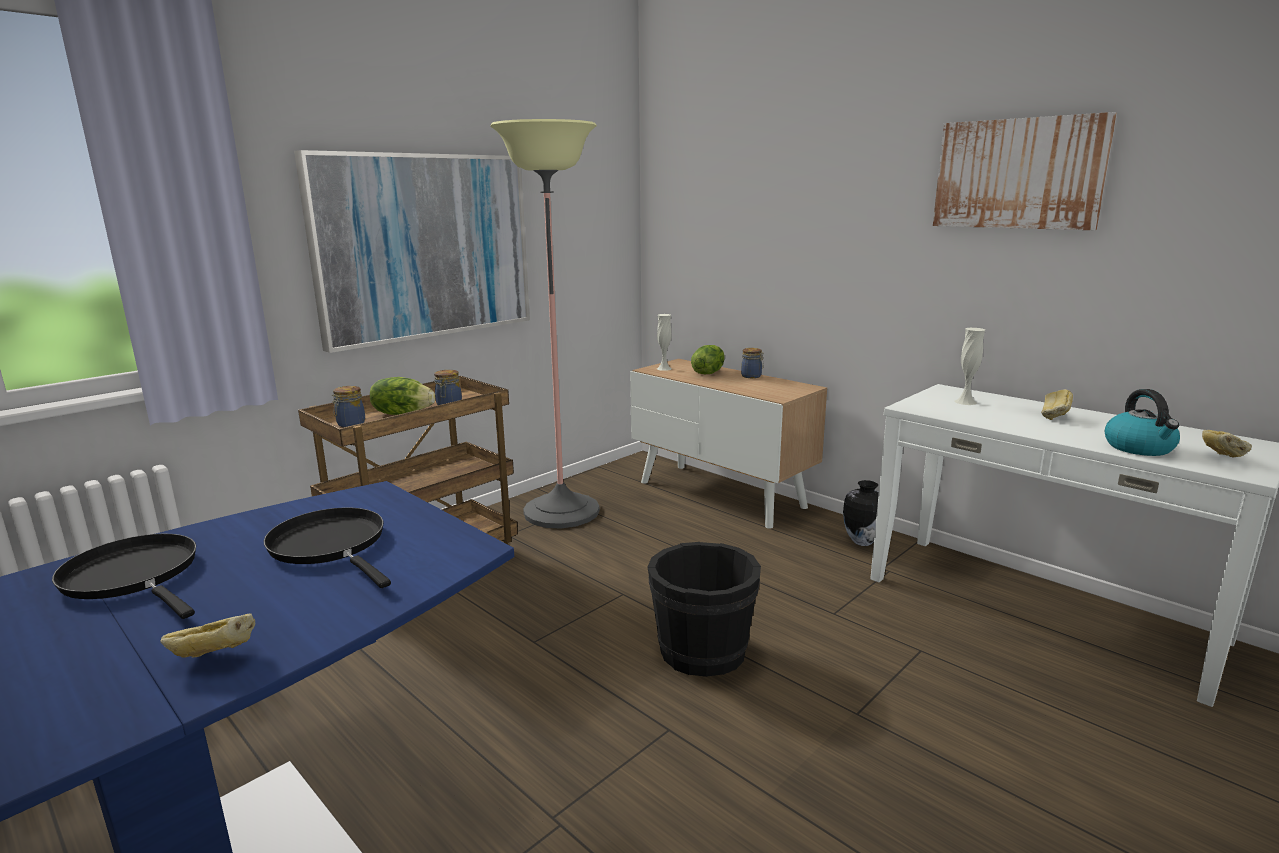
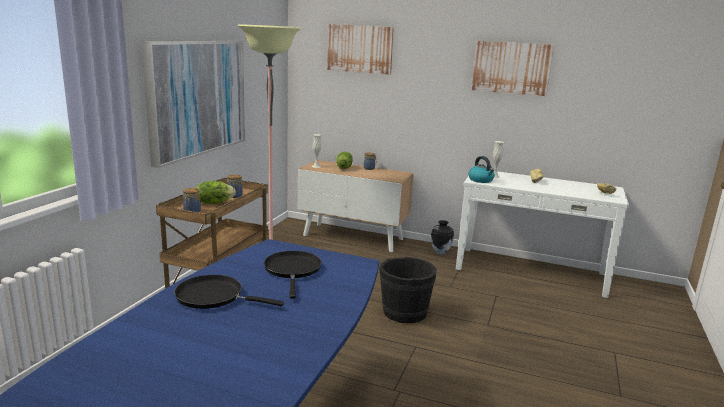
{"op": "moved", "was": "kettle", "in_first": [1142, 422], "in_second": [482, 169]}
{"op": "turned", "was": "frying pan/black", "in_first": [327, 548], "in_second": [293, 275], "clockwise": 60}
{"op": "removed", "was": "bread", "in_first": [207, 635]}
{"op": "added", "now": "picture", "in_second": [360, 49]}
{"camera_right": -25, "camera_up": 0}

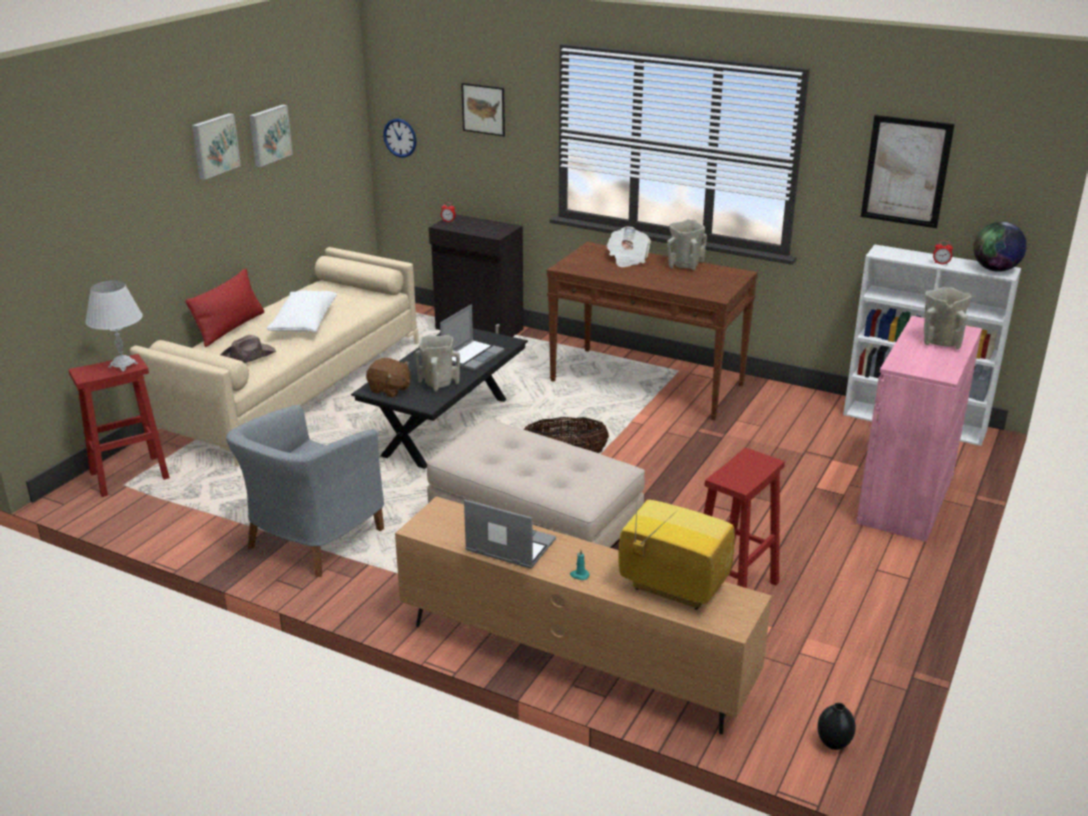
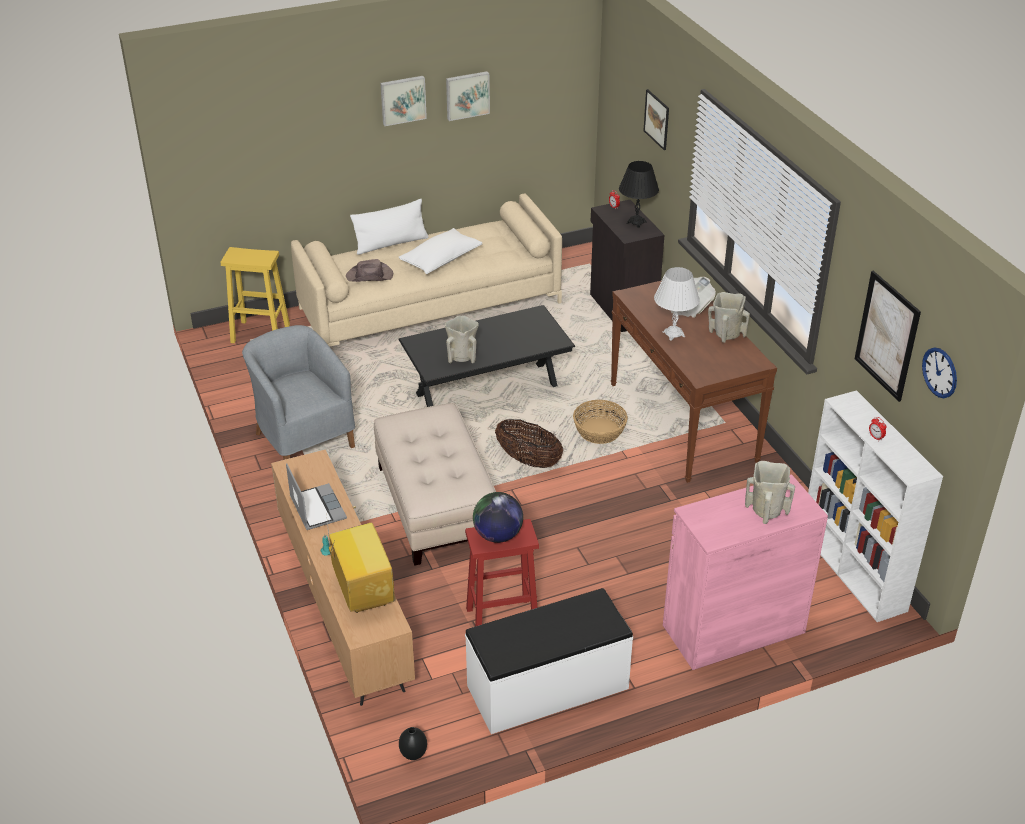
{"op": "moved", "was": "wall clock", "in_first": [400, 138], "in_second": [939, 373]}
{"op": "moved", "was": "globe", "in_first": [1000, 247], "in_second": [498, 517]}
{"op": "recoloured", "was": "pillow/red", "now": "pillow/white", "in_first": [224, 307], "in_second": [389, 227]}
{"op": "moved", "was": "table lamp/white", "in_first": [114, 326], "in_second": [677, 304]}
{"op": "removed", "was": "laptop", "in_first": [472, 337]}
{"op": "recoloured", "was": "stool/red", "now": "stool/yellow", "in_first": [119, 425], "in_second": [255, 295]}
{"op": "removed", "was": "plush toy/brown", "in_first": [388, 378]}
{"op": "turned", "was": "armchair/grey", "in_first": [305, 490], "in_second": [298, 392], "clockwise": 75}
{"op": "added", "now": "table lamp/black", "in_second": [639, 194]}
{"op": "added", "now": "basket", "in_second": [600, 422]}
{"op": "added", "now": "bench/white", "in_second": [549, 661]}
{"camera_right": 40, "camera_up": 10}

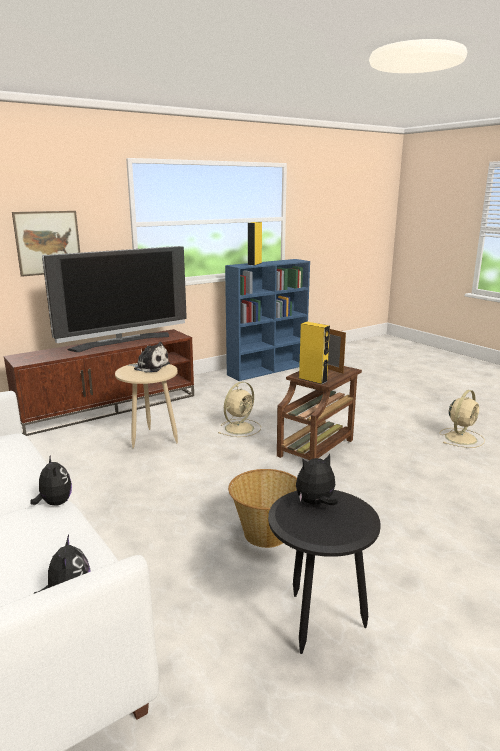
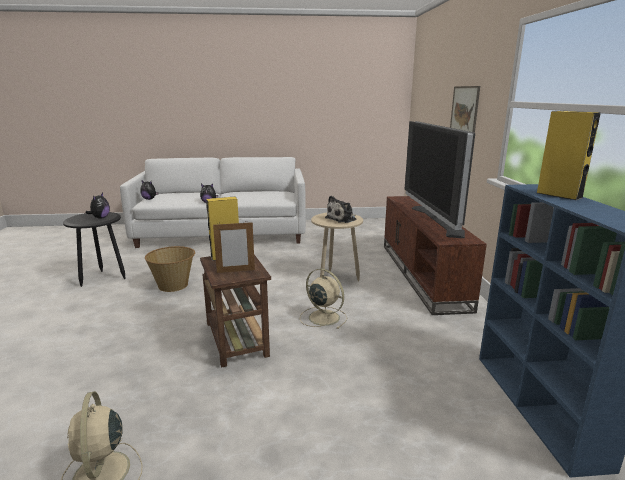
{"op": "turned", "was": "fan/beige", "in_first": [239, 409], "in_second": [323, 298], "clockwise": 150}
{"camera_right": 120, "camera_up": 0}

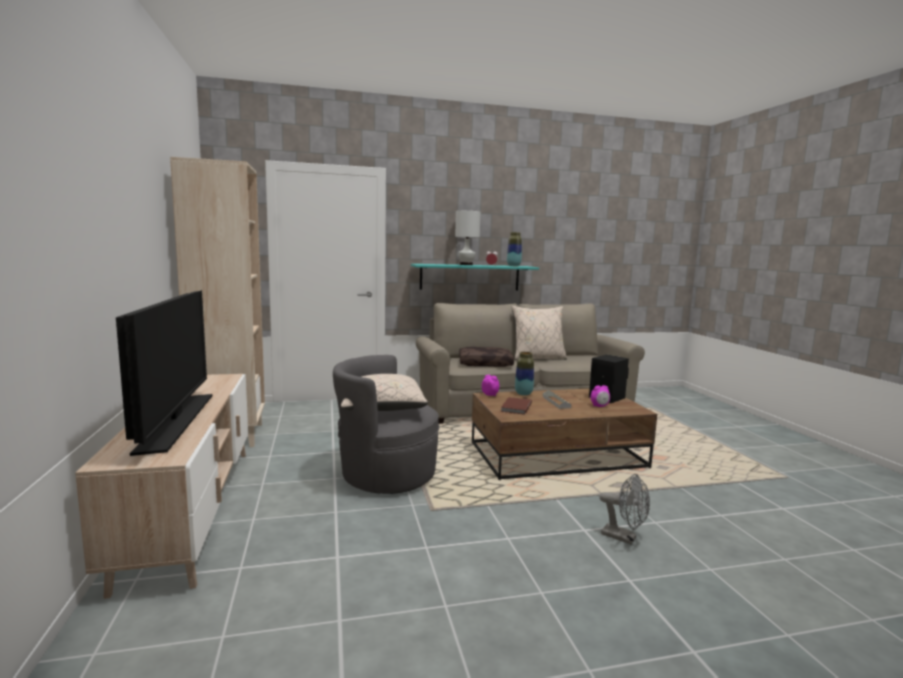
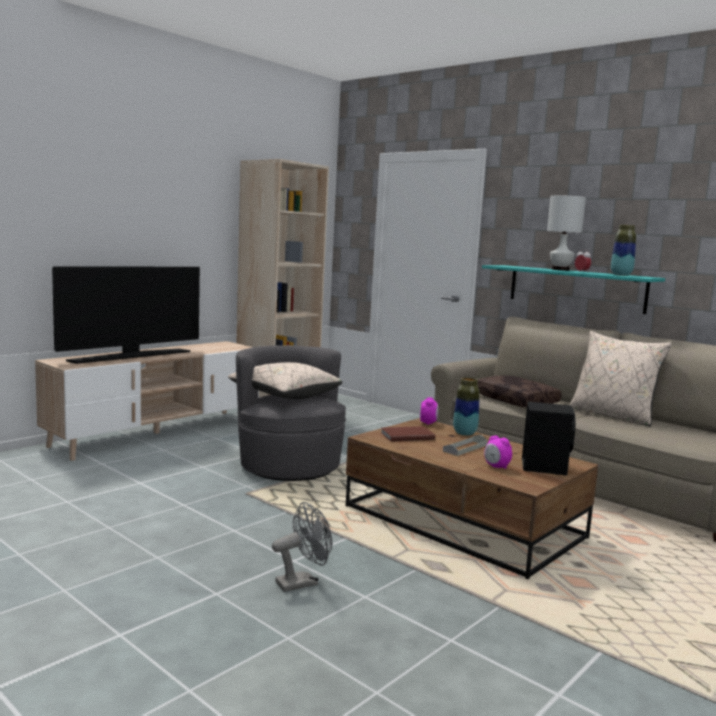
{"op": "turned", "was": "fan/grey", "in_first": [624, 509], "in_second": [302, 547], "clockwise": -120}
{"camera_right": 55, "camera_up": 0}

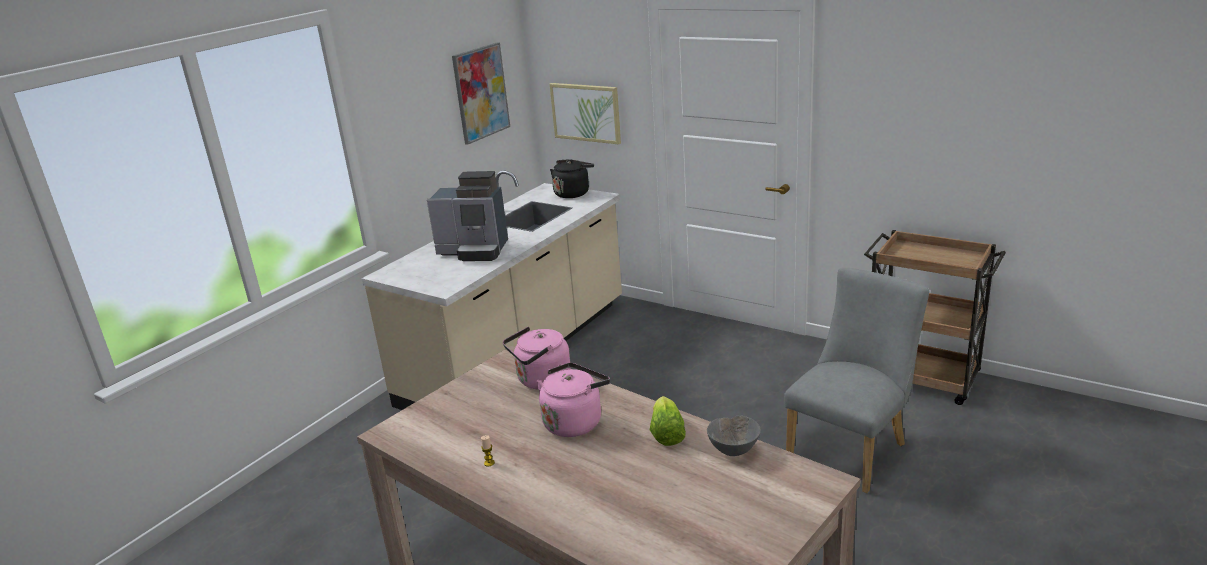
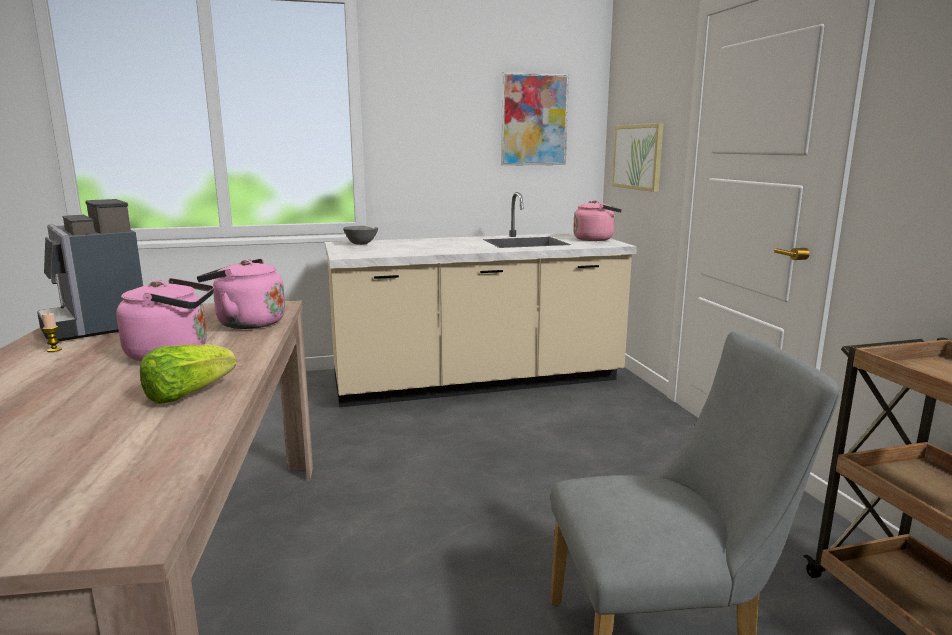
{"op": "recoloured", "was": "kettle/black", "now": "kettle/pink", "in_first": [572, 178], "in_second": [597, 220]}
{"op": "moved", "was": "coffee machine", "in_first": [467, 216], "in_second": [90, 270]}
{"op": "moved", "was": "bowl/grey", "in_first": [734, 435], "in_second": [360, 235]}
{"camera_right": 40, "camera_up": -10}

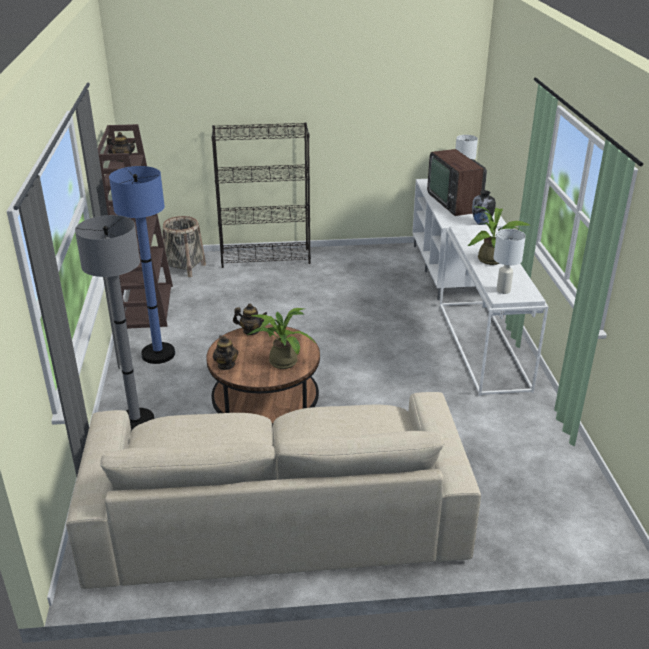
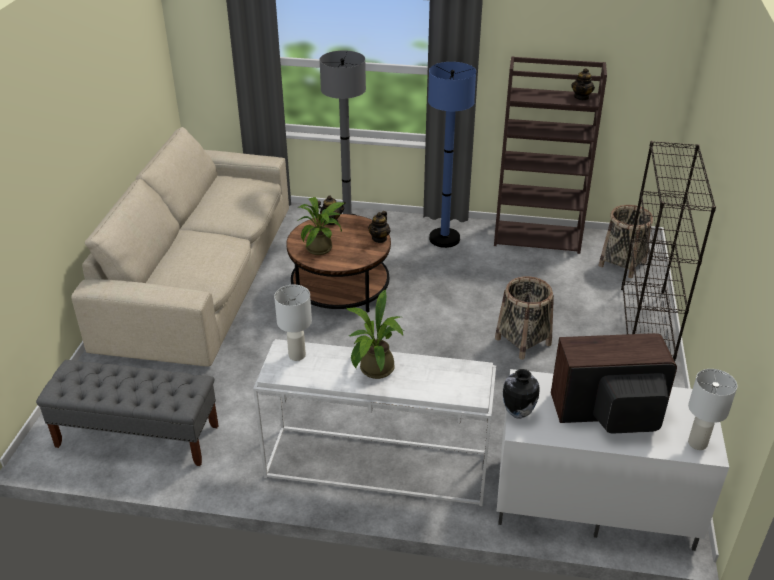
{"op": "added", "now": "basket", "in_second": [524, 318]}
{"op": "added", "now": "bench/grey", "in_second": [127, 413]}
{"camera_right": 105, "camera_up": 5}

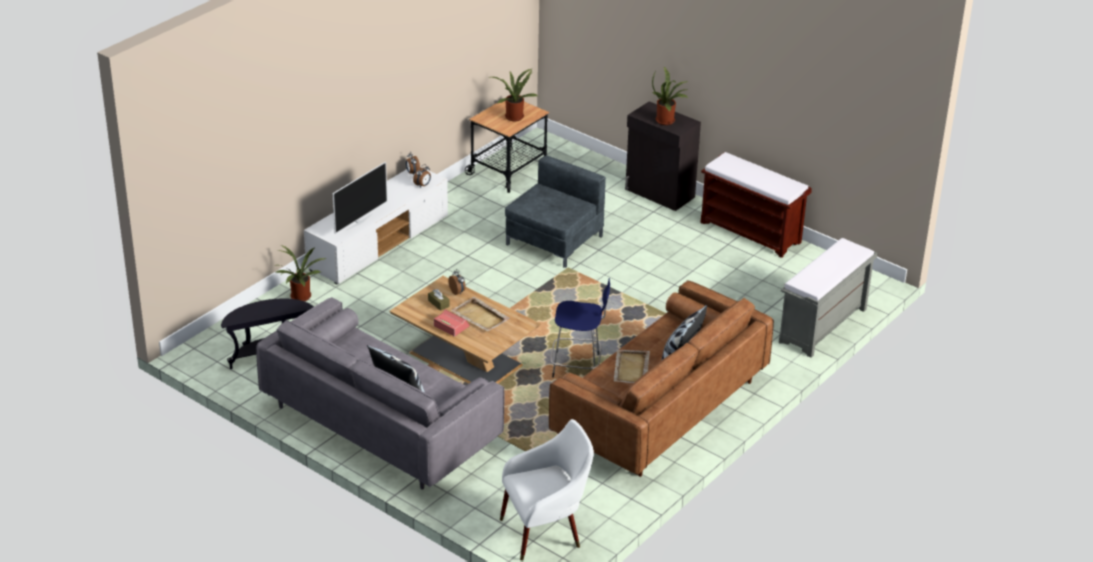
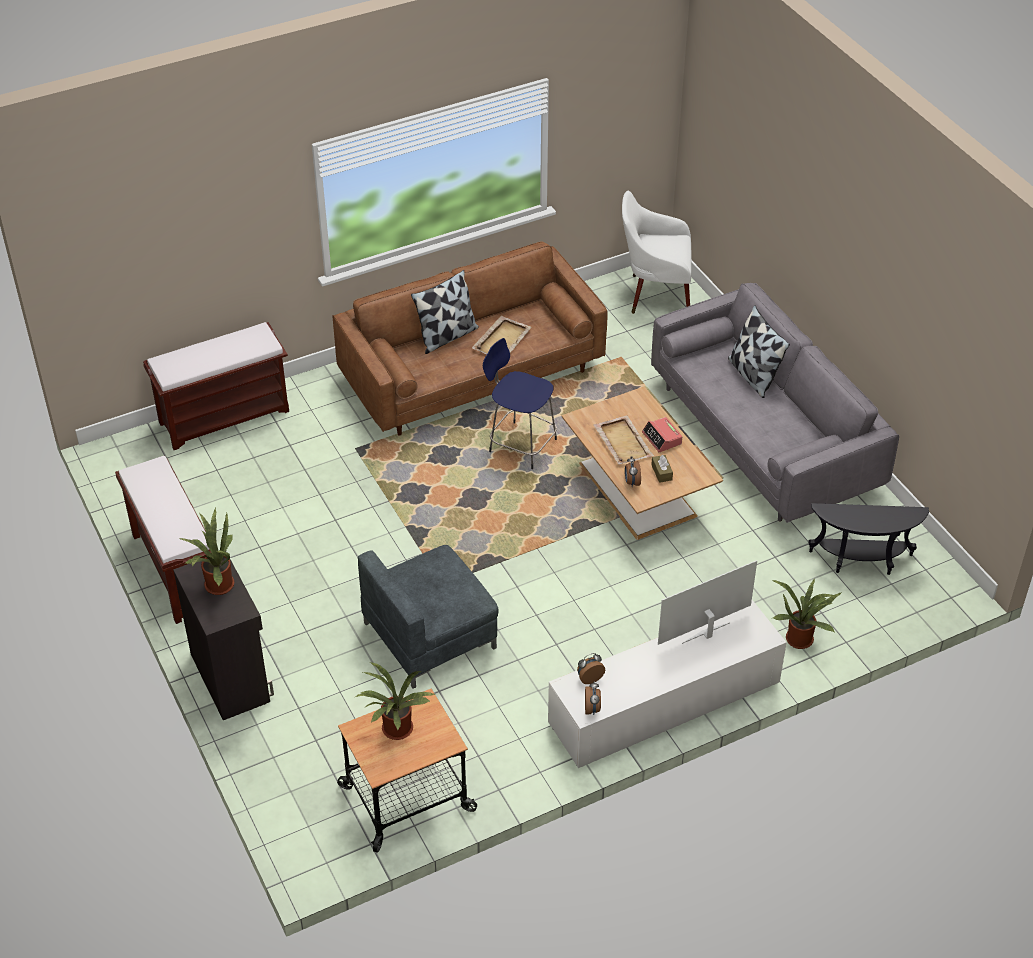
{"op": "recoloured", "was": "bench/grey", "now": "bench/brown", "in_first": [828, 298], "in_second": [216, 386]}
{"camera_right": -155, "camera_up": 10}

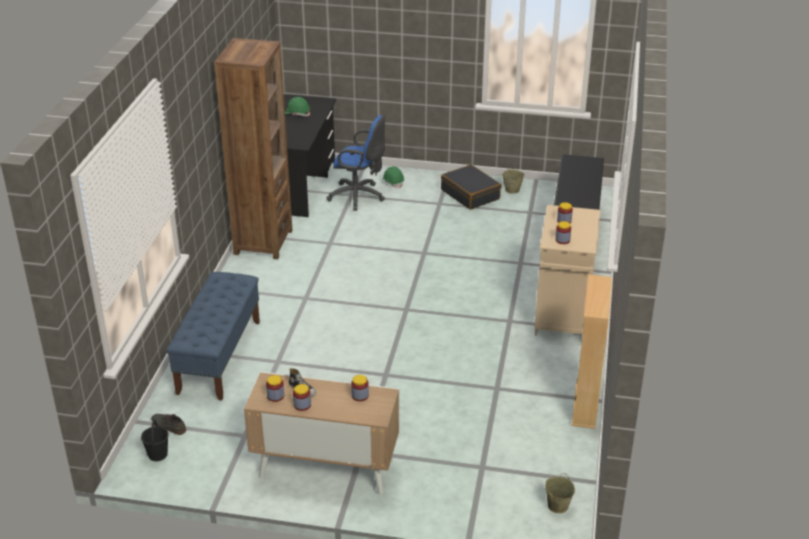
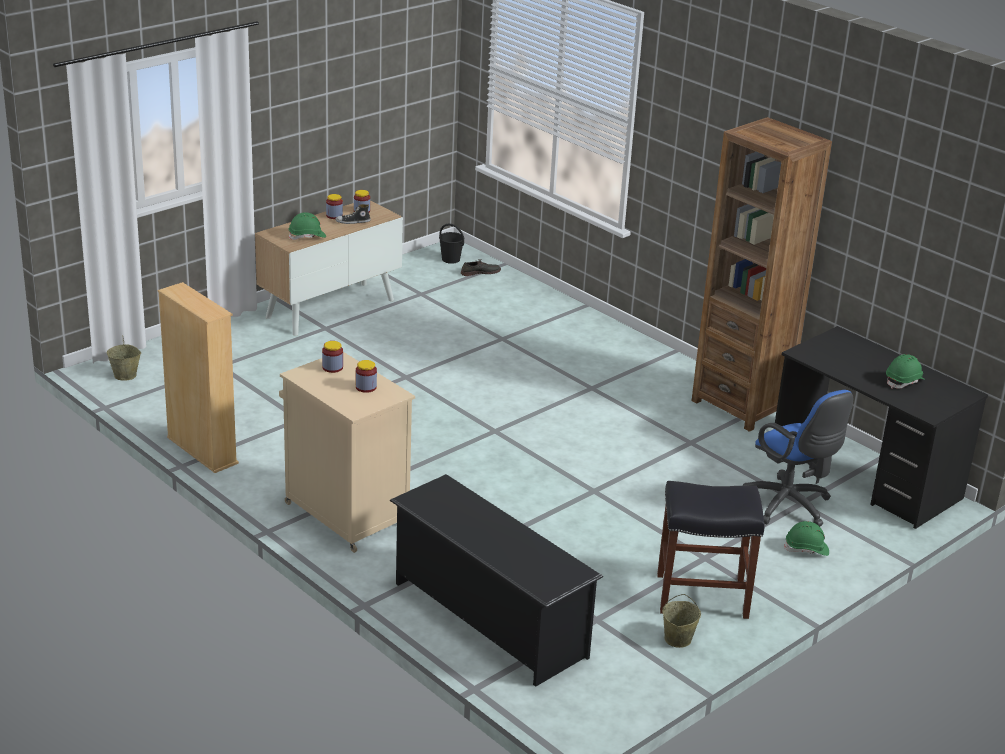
{"op": "turned", "was": "office chair/blue", "in_first": [355, 163], "in_second": [797, 458], "clockwise": -90}
{"op": "replaced", "was": "suitcase/black", "now": "stool/black", "in_first": [471, 187], "in_second": [710, 550]}
{"op": "removed", "was": "bench/blue", "in_first": [213, 336]}
{"op": "replaced", "was": "jar", "now": "hard hat/green", "in_first": [360, 388], "in_second": [307, 226]}
{"camera_right": 125, "camera_up": -5}

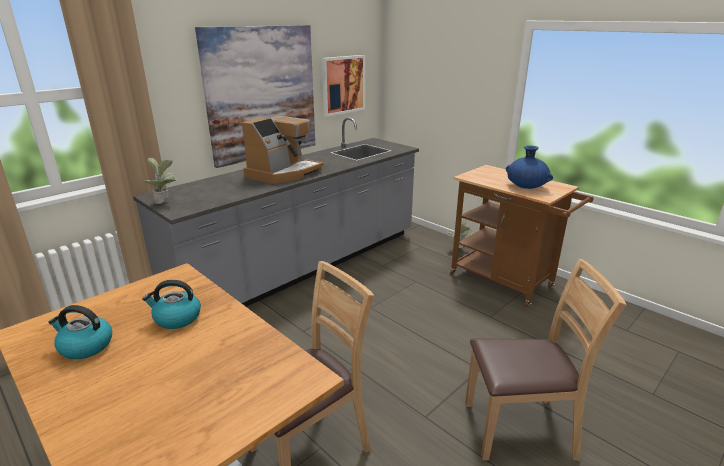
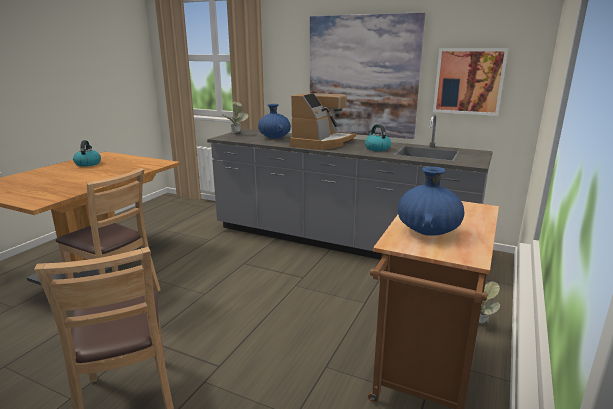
{"op": "turned", "was": "coffee machine", "in_first": [283, 149], "in_second": [323, 121], "clockwise": -75}
{"op": "moved", "was": "kettle", "in_first": [171, 304], "in_second": [378, 137]}
{"op": "added", "now": "vase/blue", "in_second": [274, 121]}
{"camera_right": 70, "camera_up": -5}

